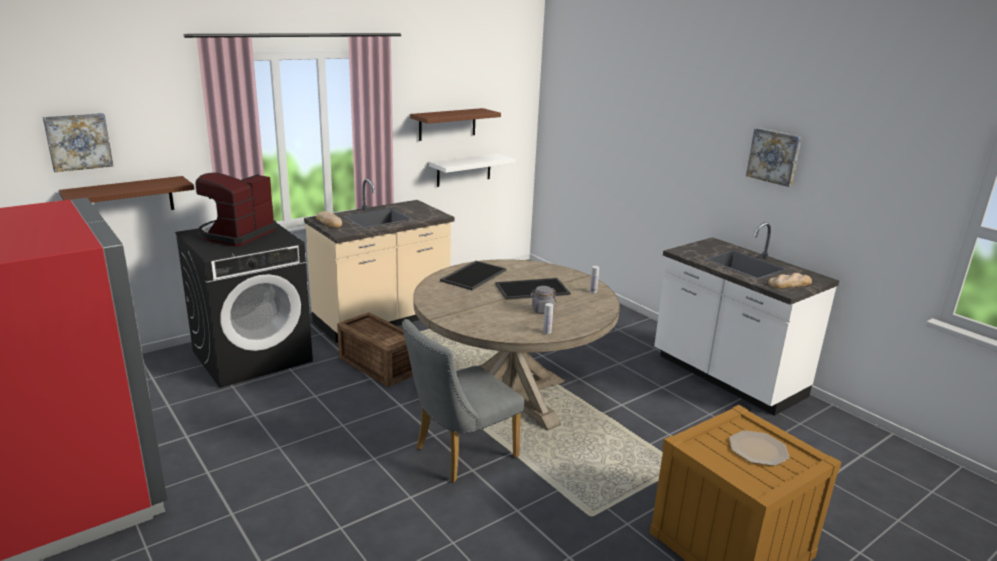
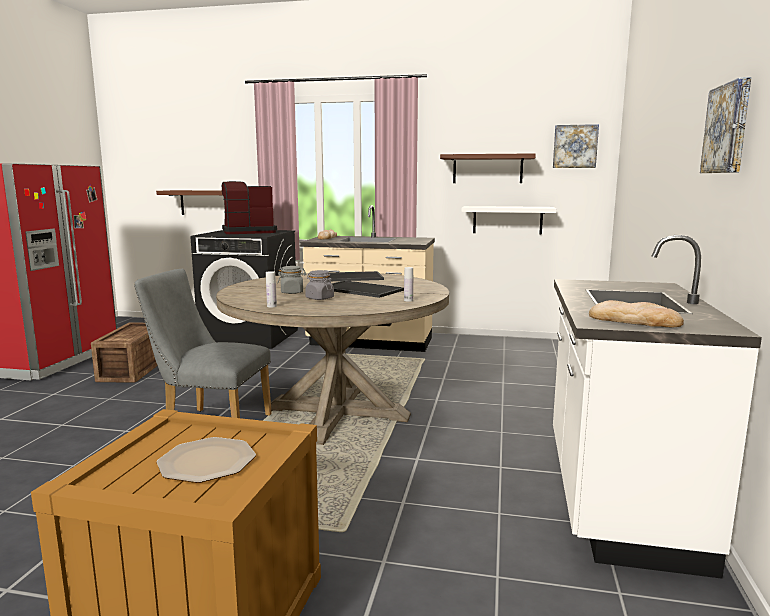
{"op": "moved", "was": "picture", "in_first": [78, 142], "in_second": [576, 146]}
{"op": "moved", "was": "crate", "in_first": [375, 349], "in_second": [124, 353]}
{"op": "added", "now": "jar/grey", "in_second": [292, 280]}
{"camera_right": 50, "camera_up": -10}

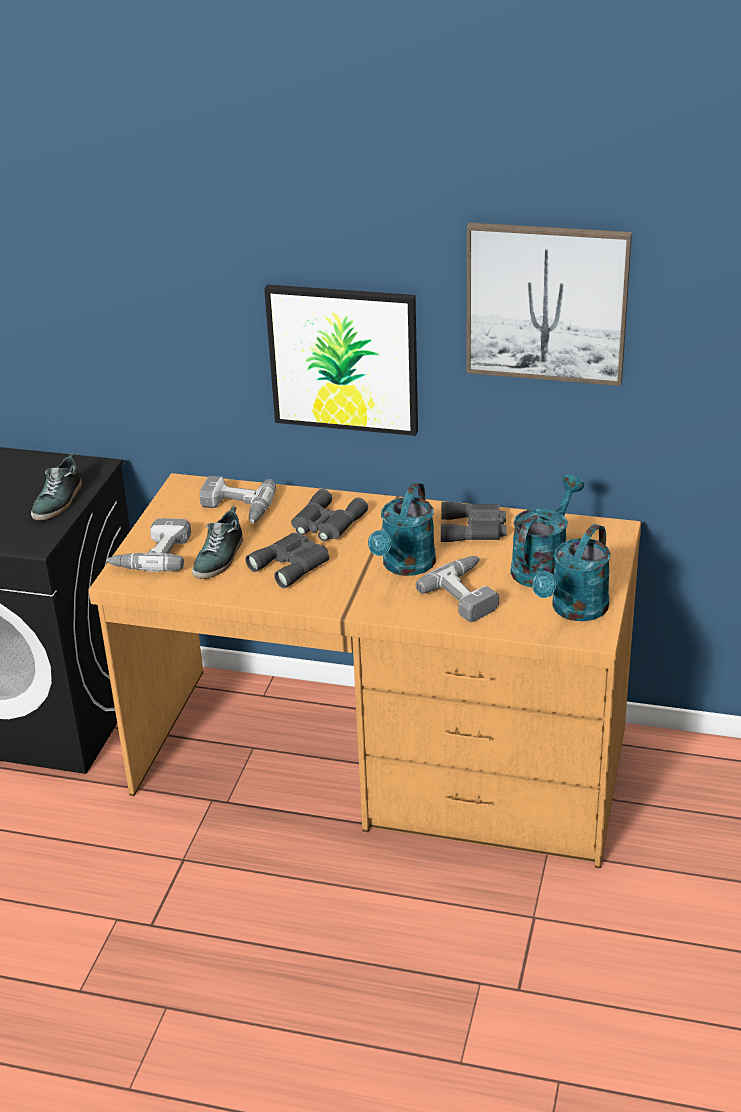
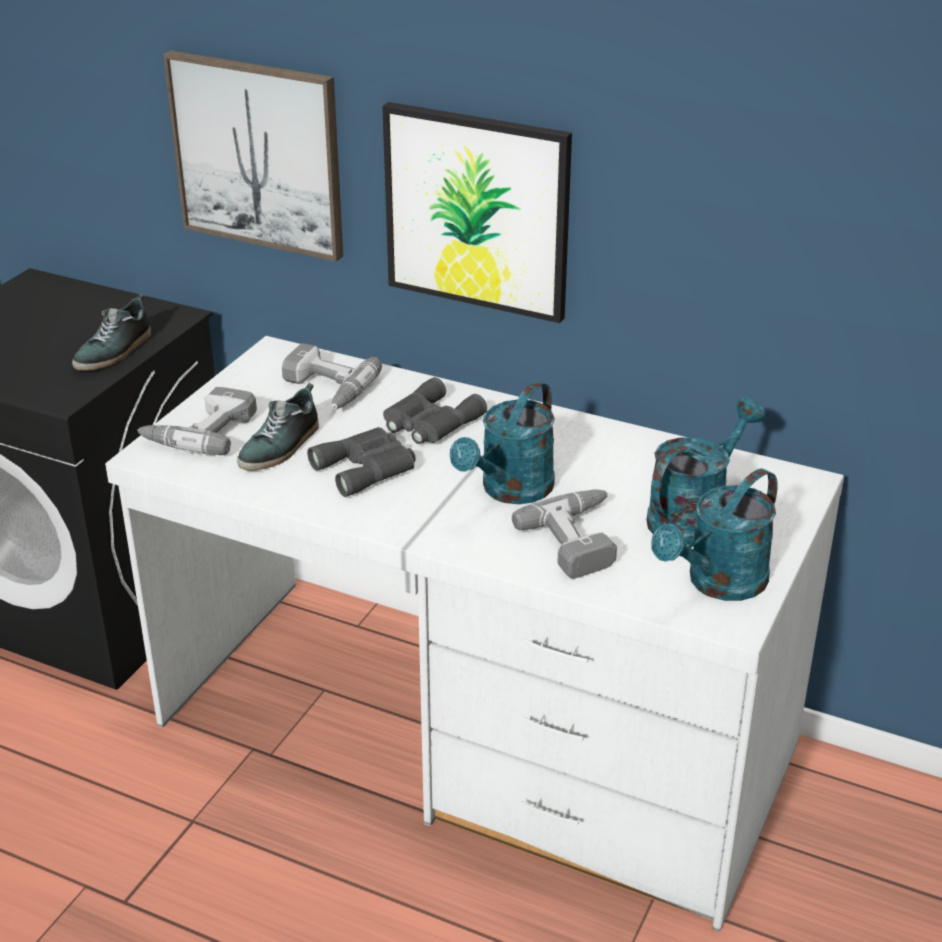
{"op": "moved", "was": "picture", "in_first": [549, 304], "in_second": [253, 156]}
{"op": "recoloured", "was": "desk/brown", "now": "desk/white", "in_first": [364, 670], "in_second": [474, 634]}
{"op": "removed", "was": "binoculars/grey", "in_first": [474, 522]}
{"camera_right": 10, "camera_up": 0}

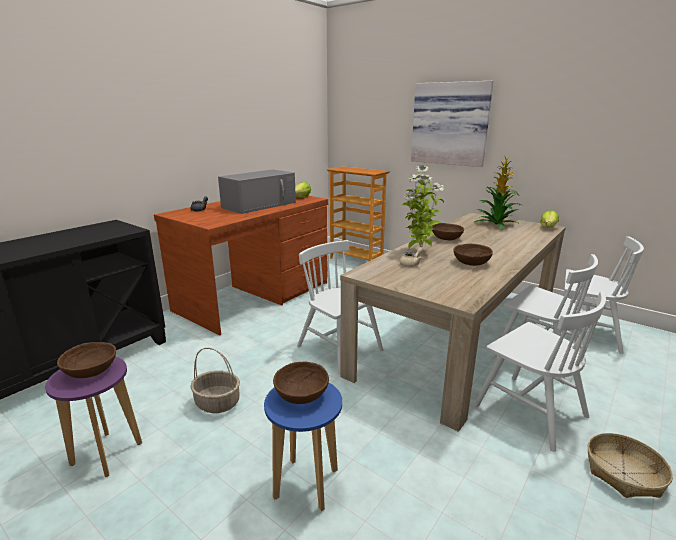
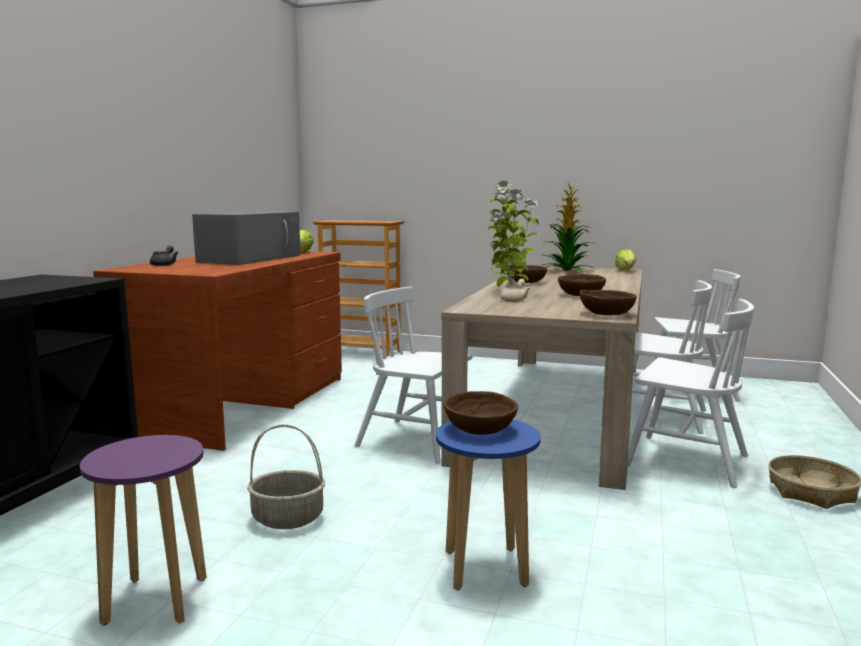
{"op": "removed", "was": "picture", "in_first": [452, 124]}
{"op": "moved", "was": "bowl/brown", "in_first": [86, 360], "in_second": [608, 302]}
{"camera_right": -20, "camera_up": -10}

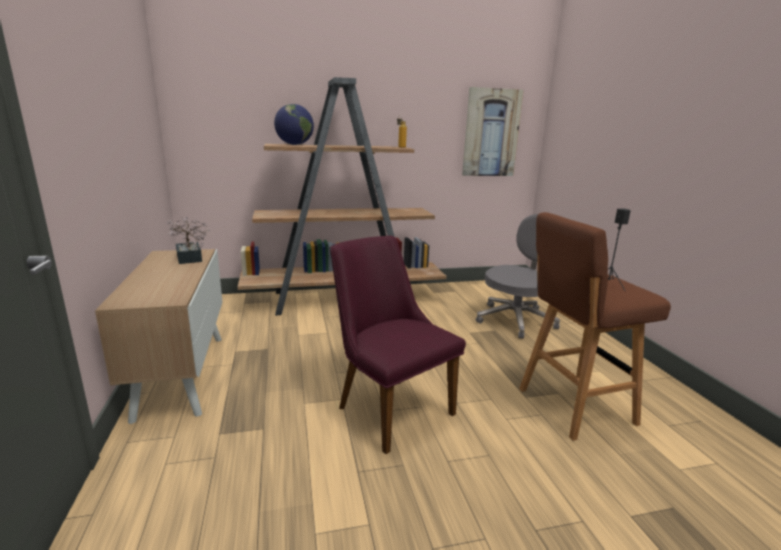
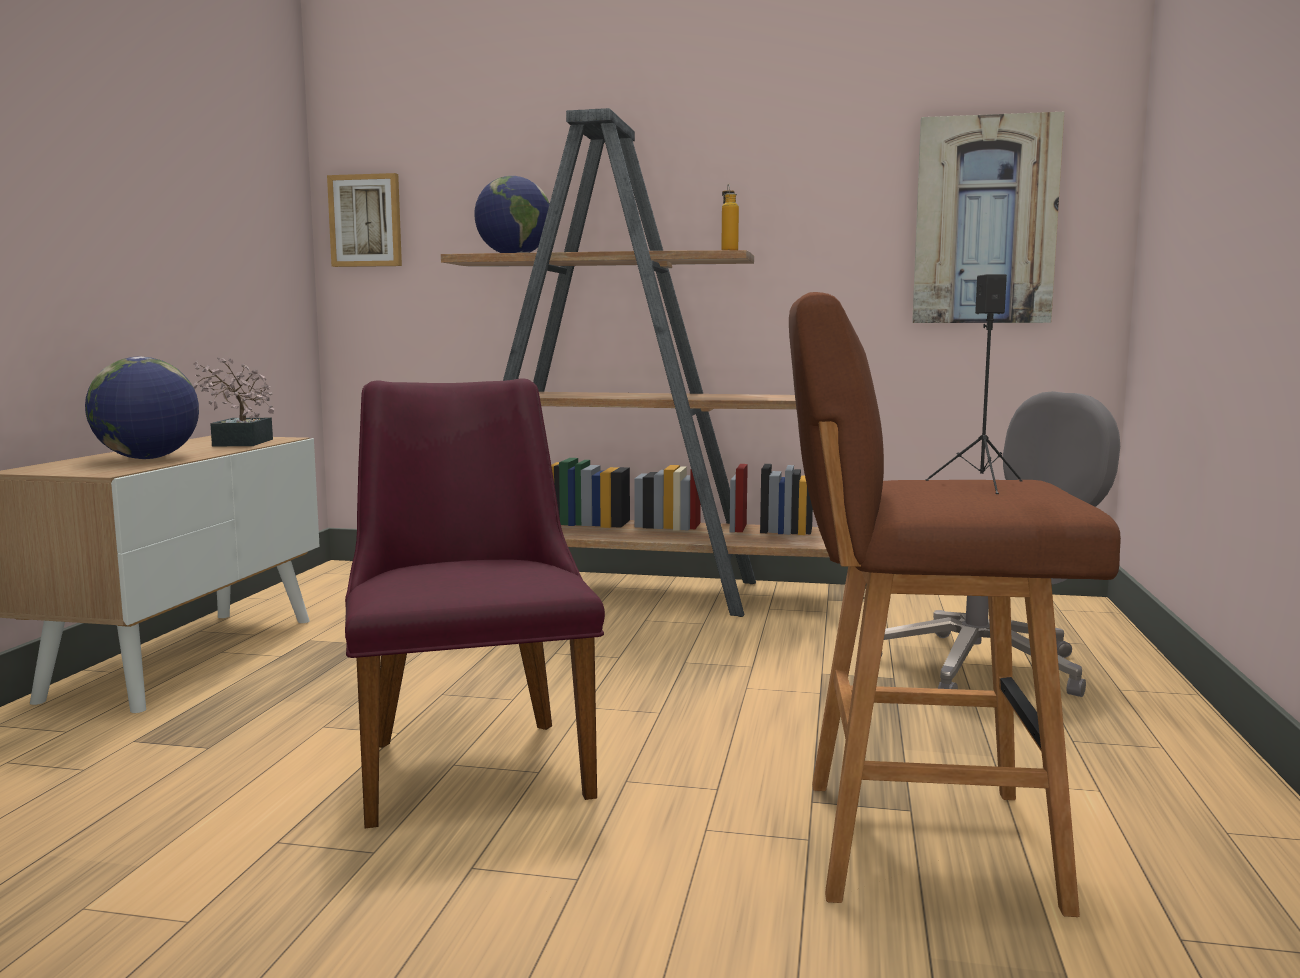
{"op": "added", "now": "picture", "in_second": [364, 220]}
{"op": "added", "now": "globe", "in_second": [142, 408]}
{"camera_right": 25, "camera_up": -10}

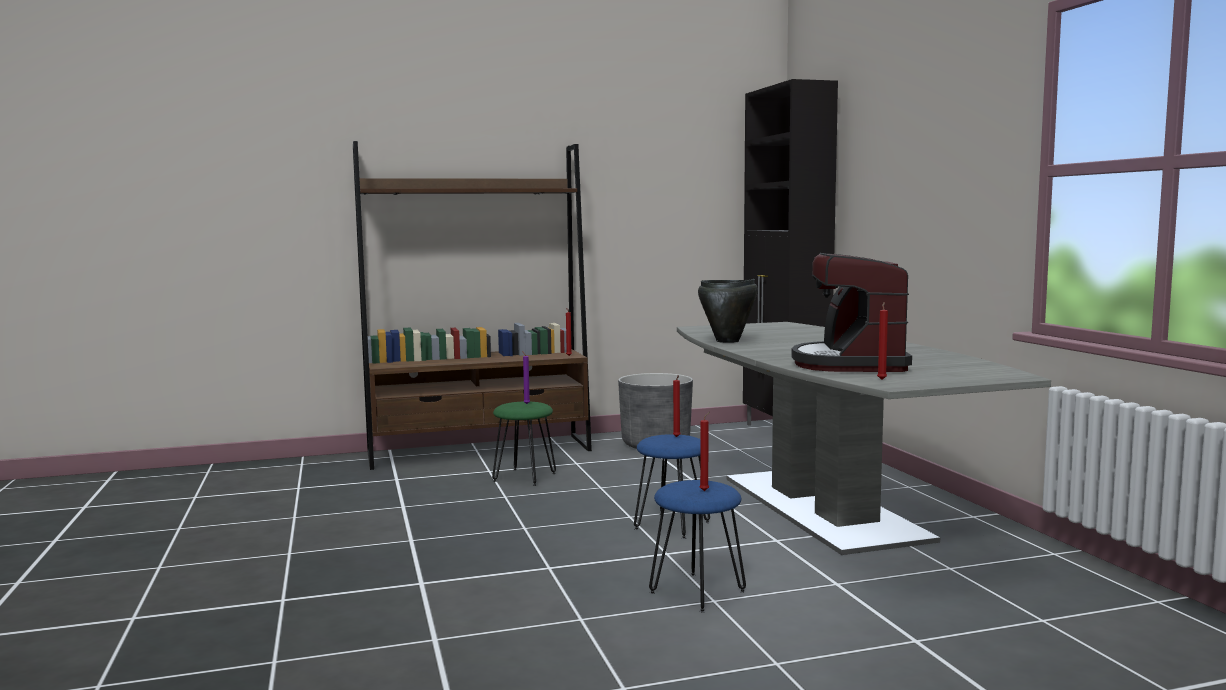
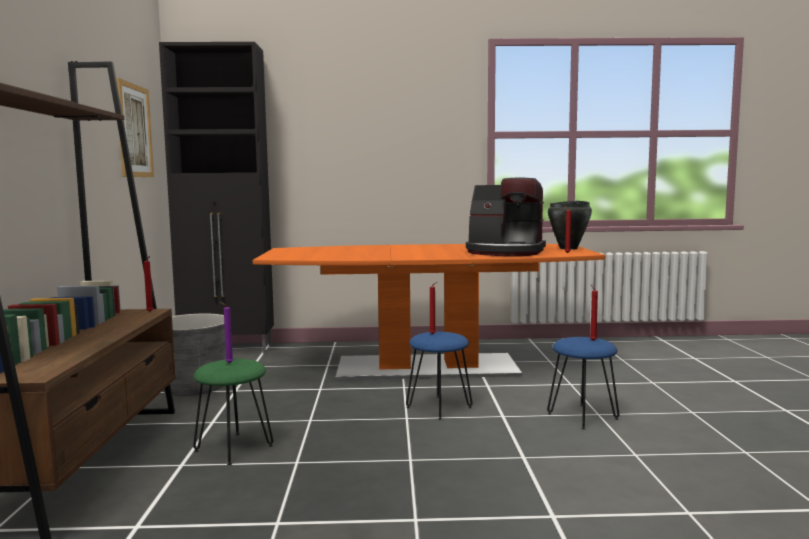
{"op": "moved", "was": "cooking pot/black", "in_first": [728, 311], "in_second": [570, 225]}
{"op": "recoloured", "was": "dining table/grey", "now": "dining table/orange", "in_first": [864, 438], "in_second": [429, 312]}
{"op": "added", "now": "picture", "in_second": [135, 127]}
{"camera_right": -75, "camera_up": 0}

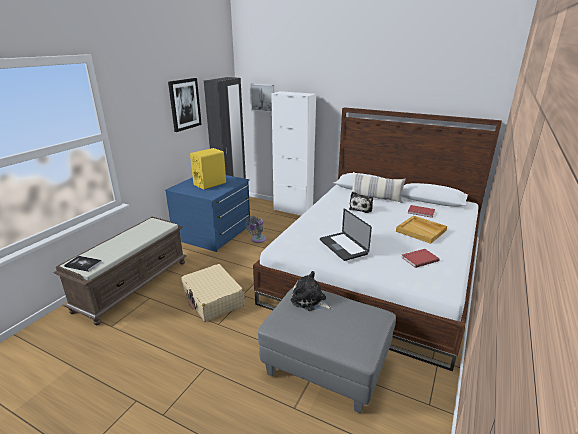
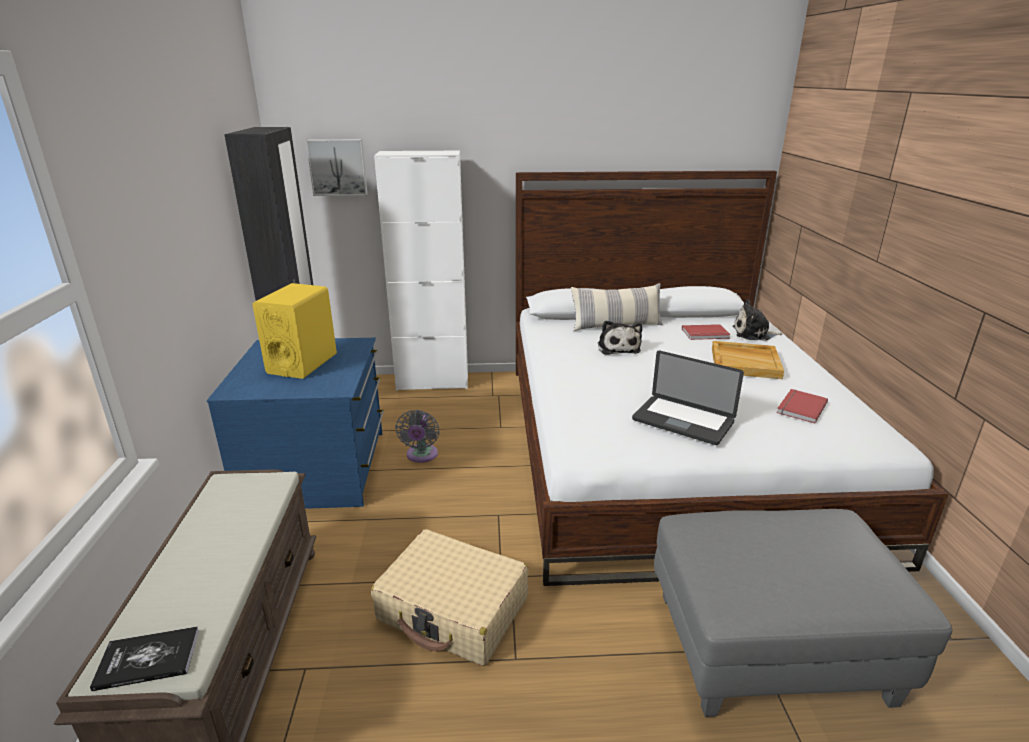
{"op": "removed", "was": "picture", "in_first": [185, 105]}
{"op": "moved", "was": "plush toy", "in_first": [312, 291], "in_second": [757, 320]}
{"camera_right": -30, "camera_up": 0}

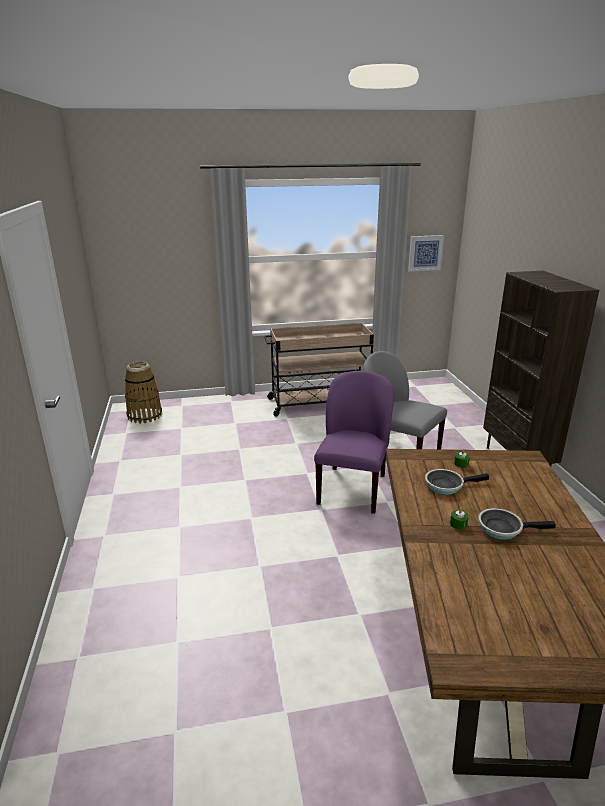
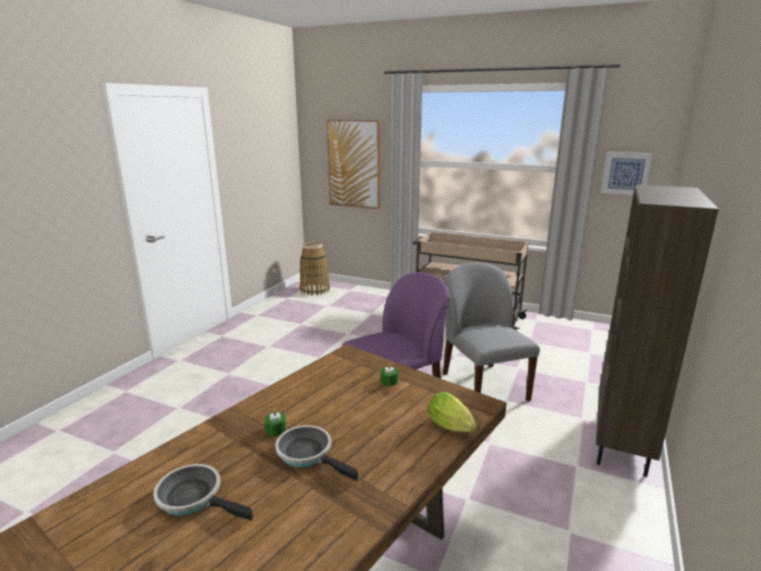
{"op": "moved", "was": "frying pan", "in_first": [457, 482], "in_second": [203, 492]}
{"op": "added", "now": "picture", "in_second": [353, 164]}
{"op": "added", "now": "lettuce", "in_second": [452, 412]}
{"camera_right": 35, "camera_up": -5}

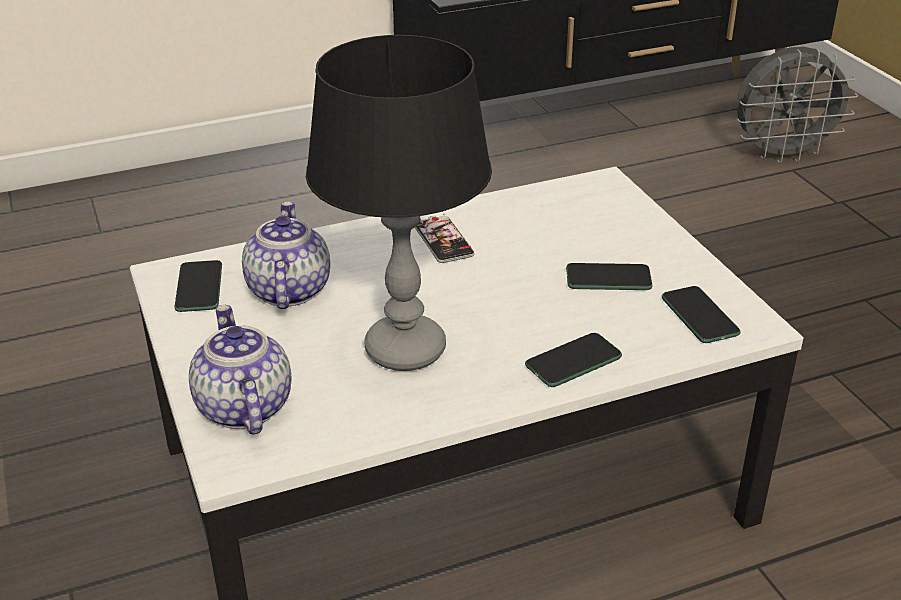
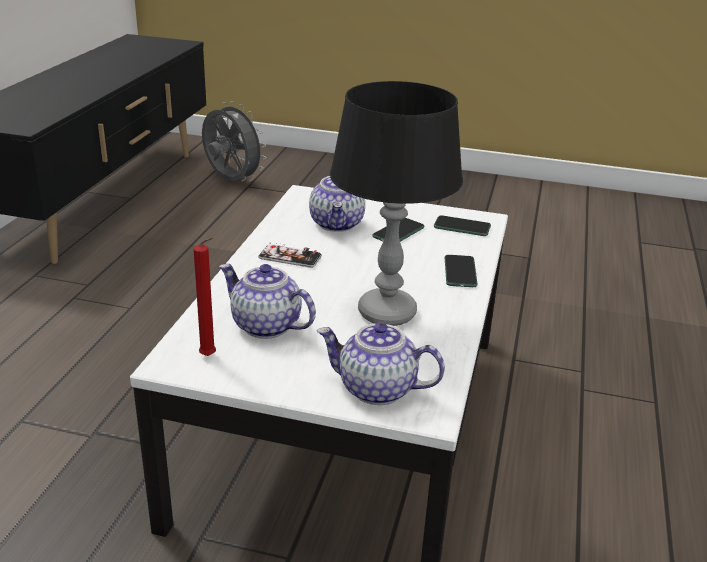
{"op": "turned", "was": "fan/grey", "in_first": [797, 105], "in_second": [234, 141], "clockwise": -75}
{"op": "replaced", "was": "phone", "now": "candle/red", "in_first": [198, 286], "in_second": [204, 296]}
{"op": "added", "now": "teapot", "in_second": [337, 204]}
{"camera_right": -55, "camera_up": -5}

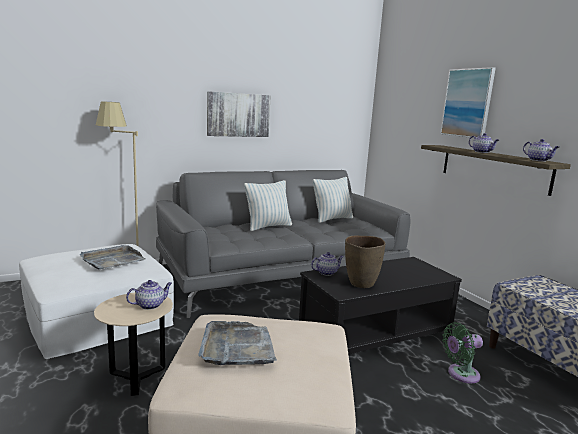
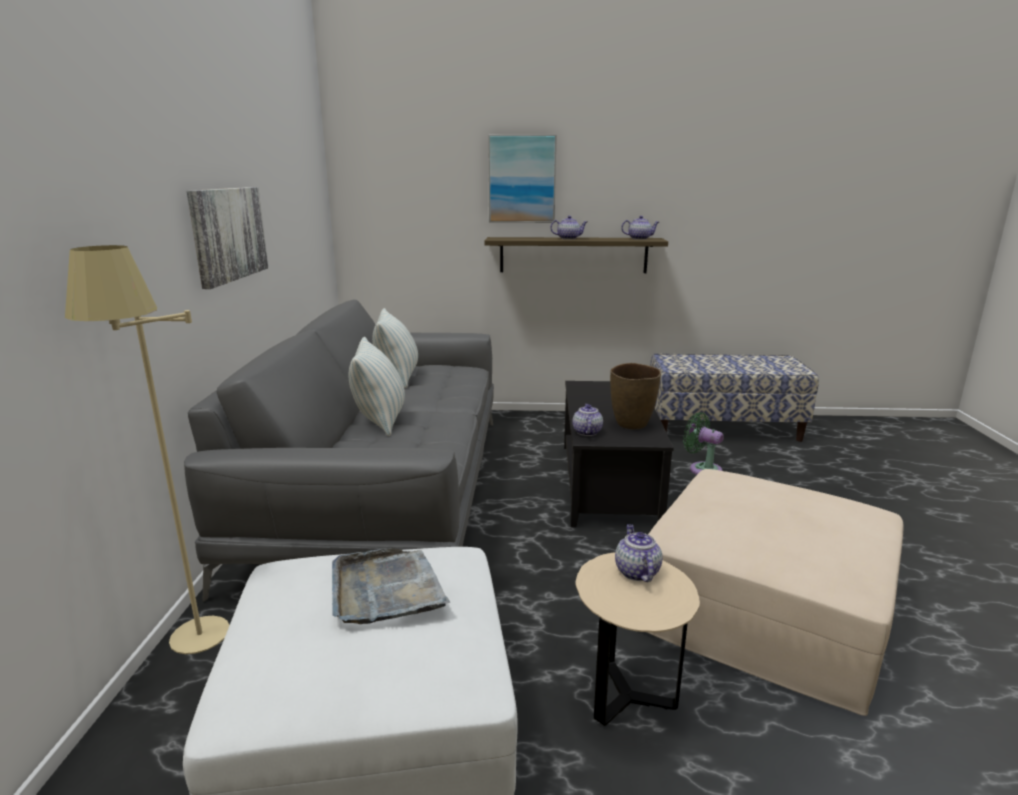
{"op": "removed", "was": "tray/grey", "in_first": [237, 343]}
{"op": "turned", "was": "fan/green", "in_first": [462, 352], "in_second": [703, 443], "clockwise": 120}
{"camera_right": -60, "camera_up": 5}

